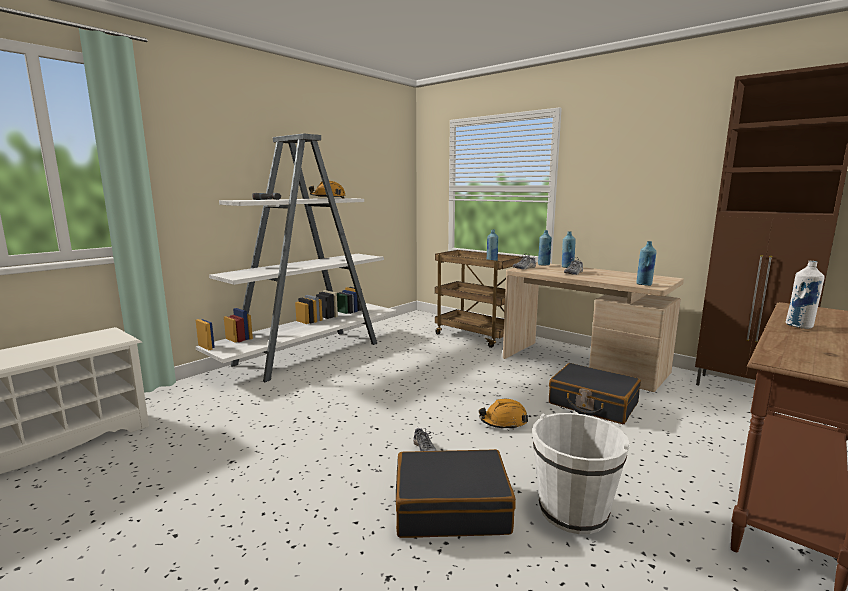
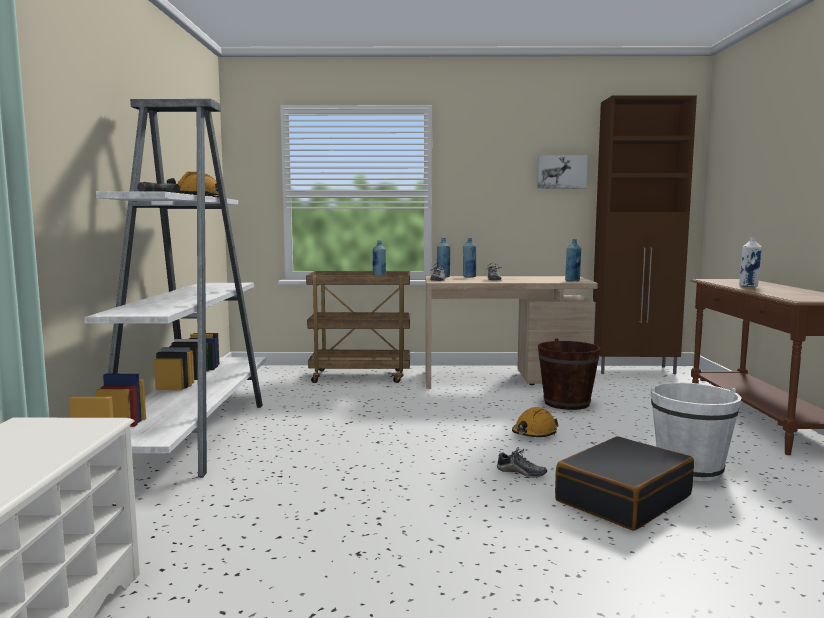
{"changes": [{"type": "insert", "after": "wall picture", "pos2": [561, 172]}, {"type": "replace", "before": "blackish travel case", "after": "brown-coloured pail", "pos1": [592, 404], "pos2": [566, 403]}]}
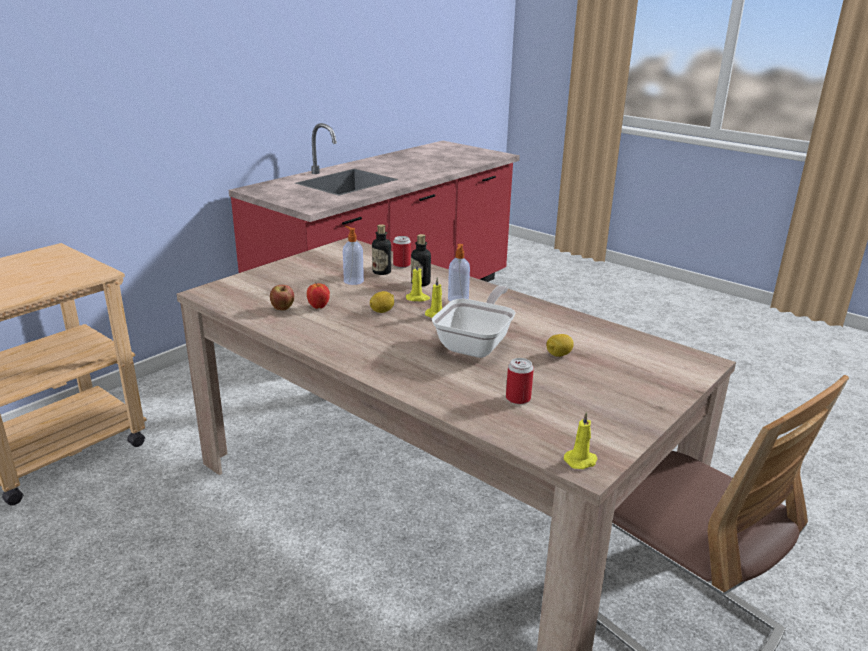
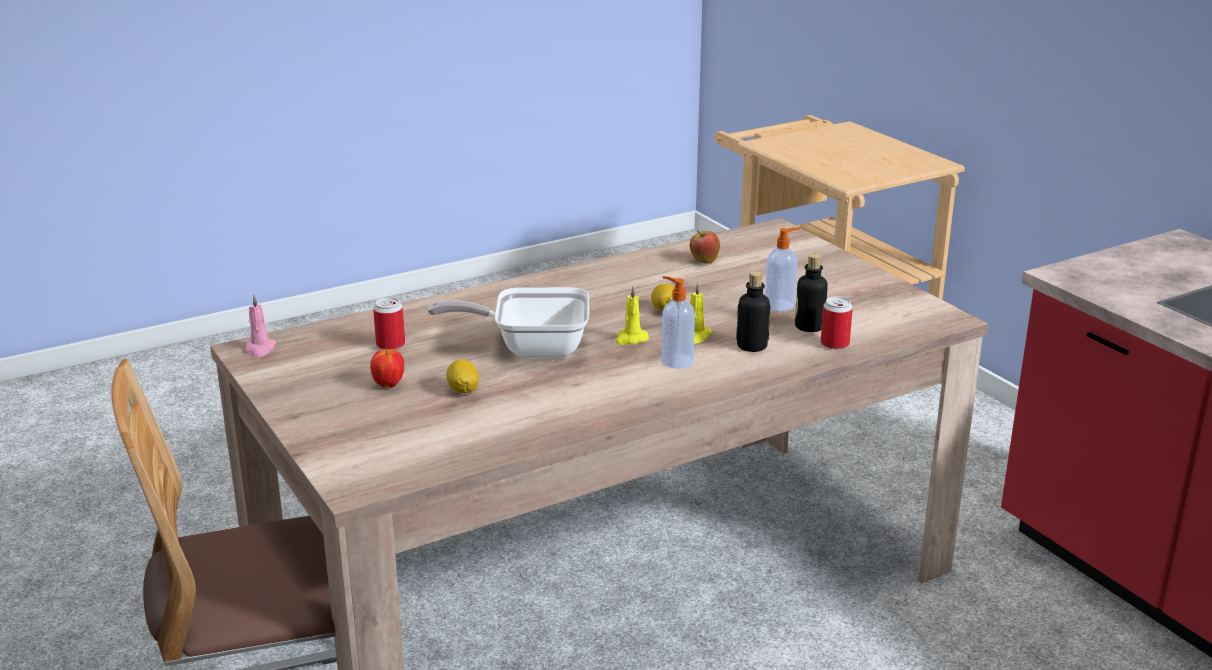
{"changes": [{"type": "move", "before": "whole apple", "pos1": [318, 307], "pos2": [388, 385]}, {"type": "recolor", "before": "yellow wax light", "after": "pinkish wax light", "pos1": [581, 461], "pos2": [260, 349]}, {"type": "rotate", "before": "pan", "pos1": [477, 344], "pos2": [531, 348], "turn": 135}]}
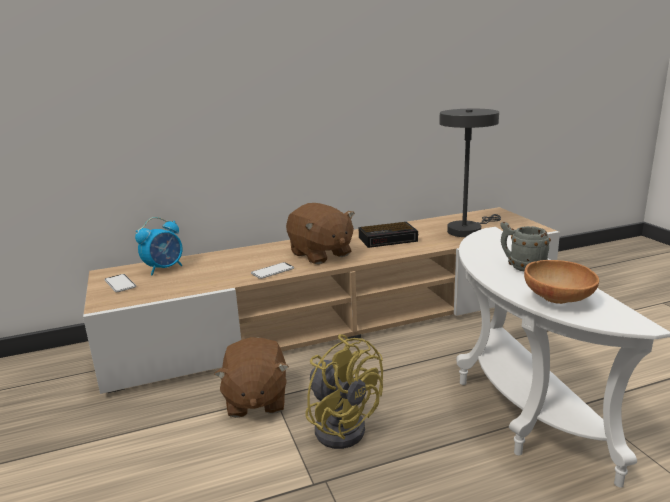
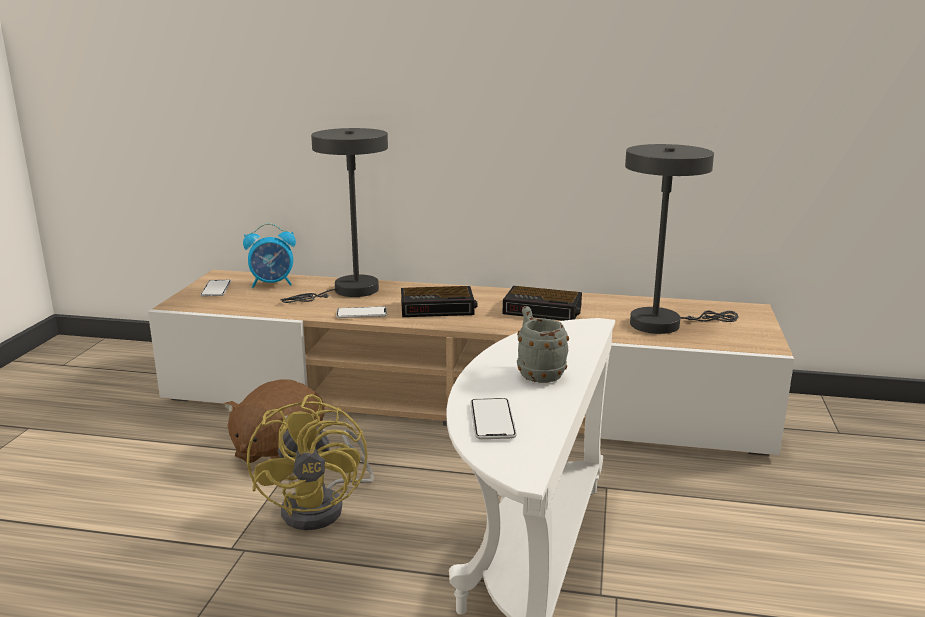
{"changes": [{"type": "insert", "after": "grey tabletop lamp", "pos2": [349, 291]}, {"type": "replace", "before": "brown-coloured soft toy", "after": "alarm clock", "pos1": [320, 254], "pos2": [439, 308]}, {"type": "replace", "before": "brown-coloured bowl", "after": "telephone", "pos1": [559, 301], "pos2": [492, 420]}]}
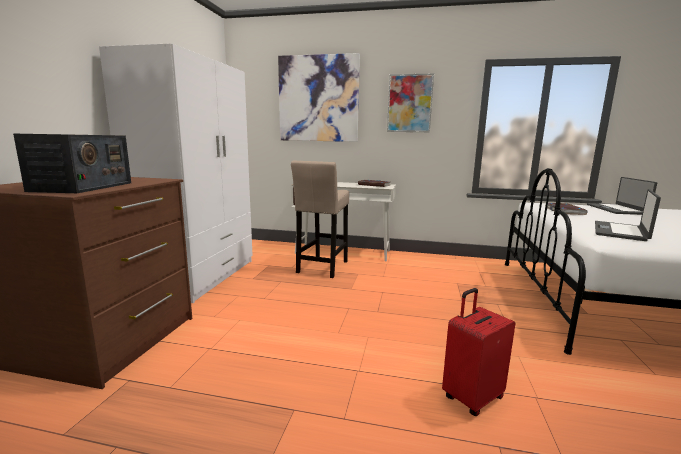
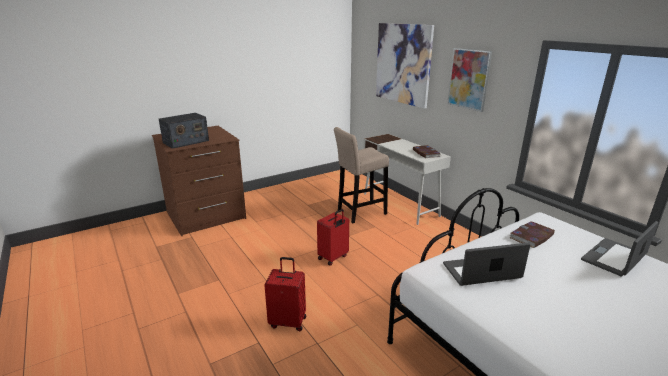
{"changes": [{"type": "delete", "before": "whitish armoire", "pos1": [200, 276]}, {"type": "insert", "after": "red travel case", "pos2": [333, 258]}]}
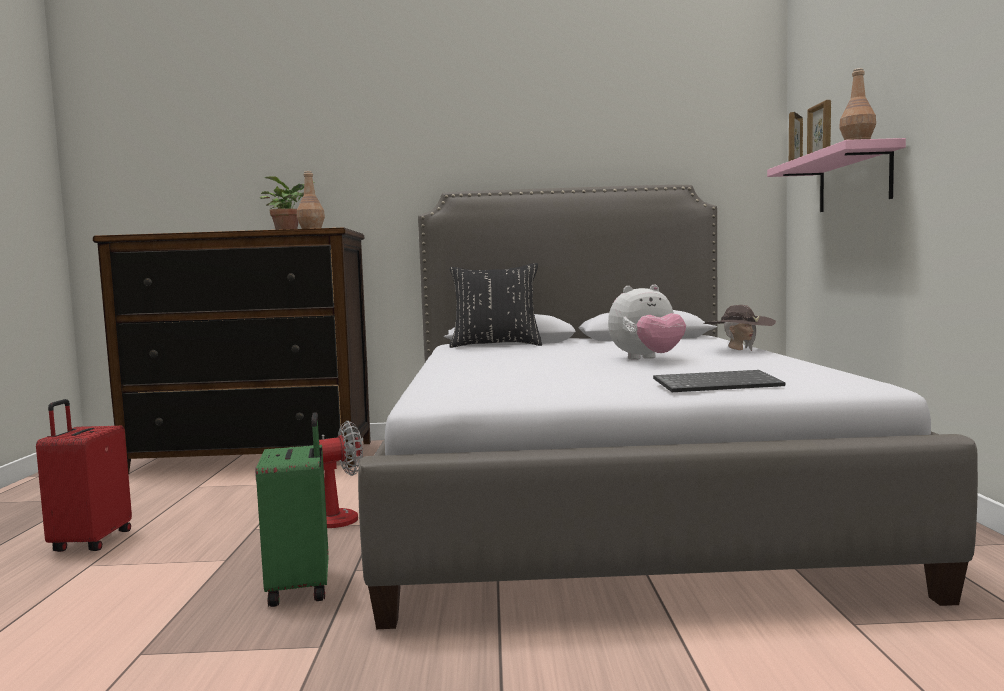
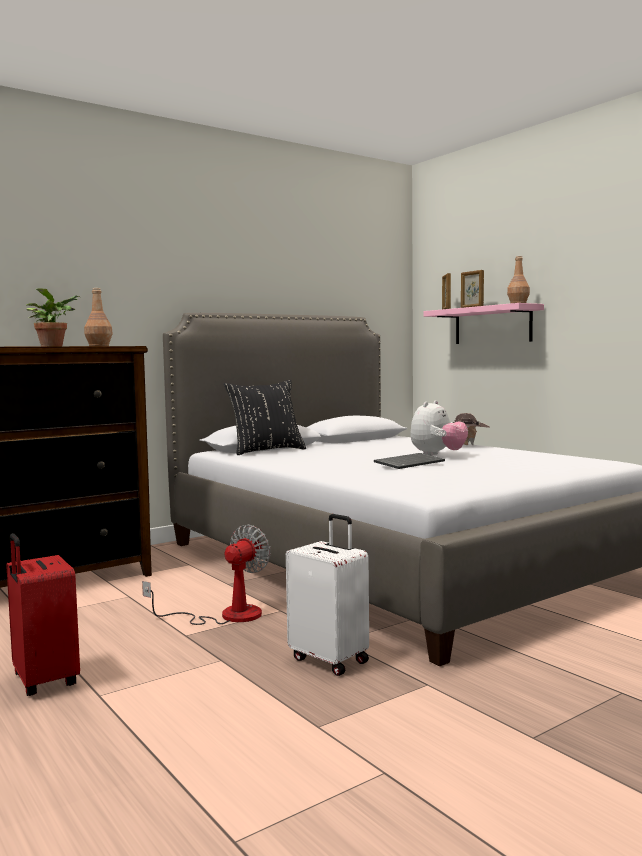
{"changes": [{"type": "move", "before": "keyboard", "pos1": [718, 384], "pos2": [409, 463]}, {"type": "recolor", "before": "green travel case", "after": "whitish travel case", "pos1": [302, 587], "pos2": [330, 659]}]}
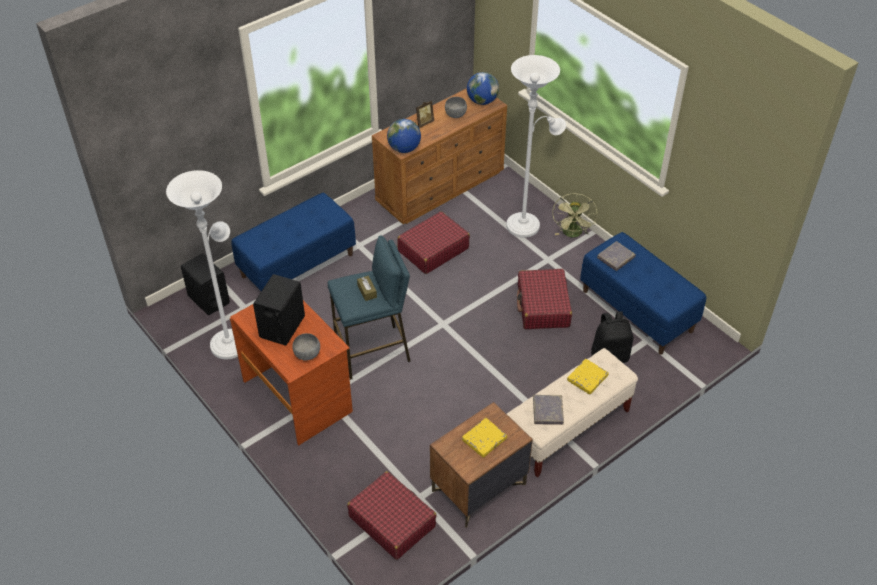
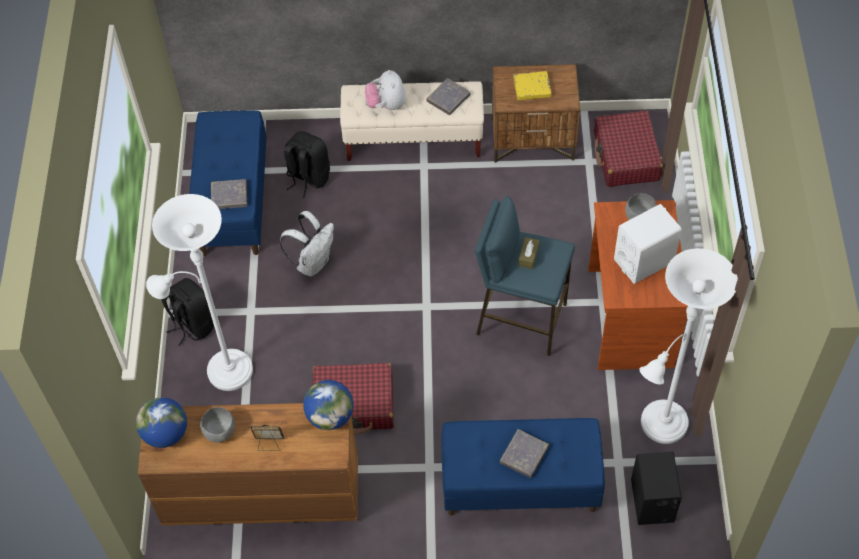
{"changes": [{"type": "insert", "after": "grey bound book", "pos2": [524, 455]}, {"type": "replace", "before": "red travel case", "after": "whitish knapsack", "pos1": [543, 306], "pos2": [313, 262]}, {"type": "replace", "before": "green electric fan", "after": "blackish knapsack", "pos1": [573, 234], "pos2": [192, 324]}, {"type": "replace", "before": "yellow bound book", "after": "soft toy", "pos1": [587, 378], "pos2": [386, 104]}, {"type": "recolor", "before": "blackish loudspeaker", "after": "whitish loudspeaker", "pos1": [282, 327], "pos2": [644, 261]}]}
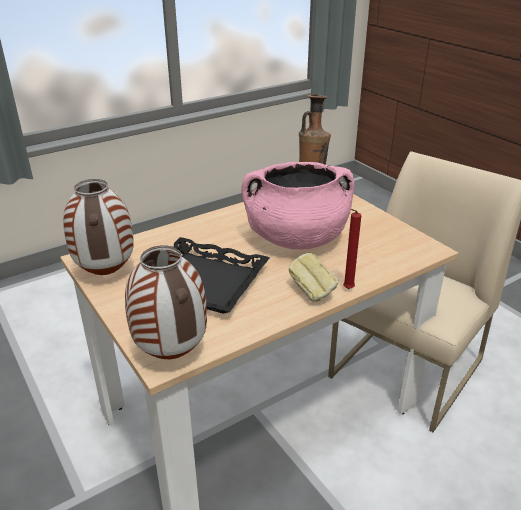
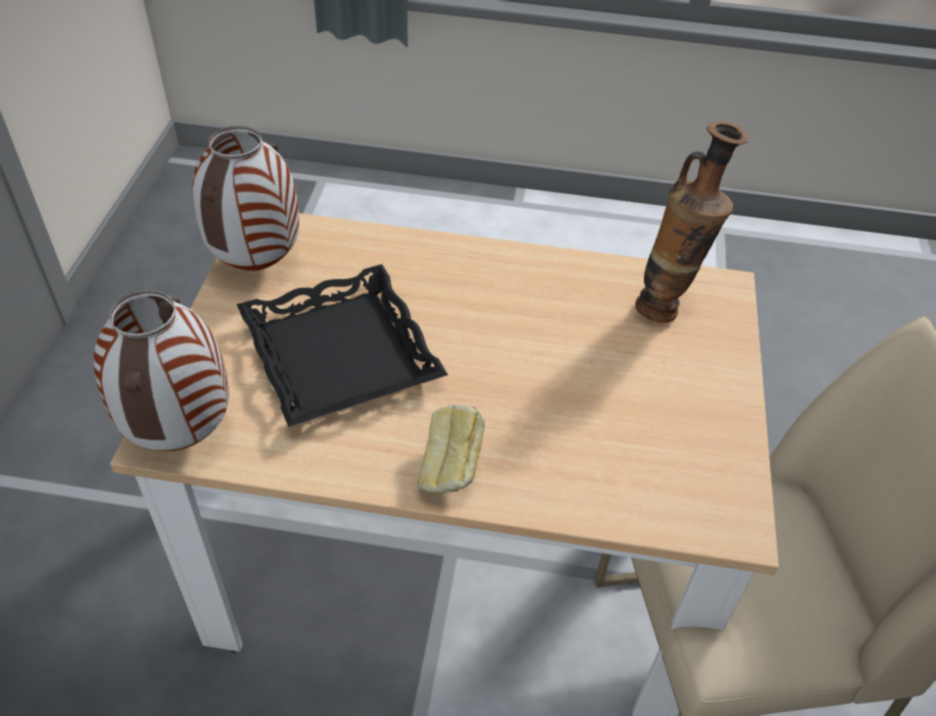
{"changes": [{"type": "delete", "before": "pinkish saucepot", "pos1": [296, 239]}, {"type": "delete", "before": "red wax light", "pos1": [347, 289]}]}
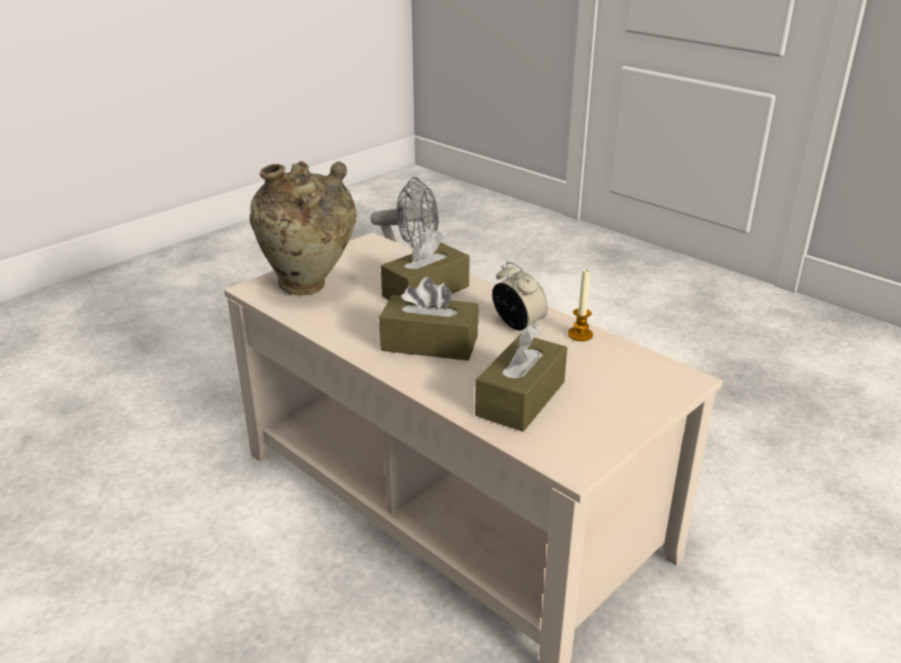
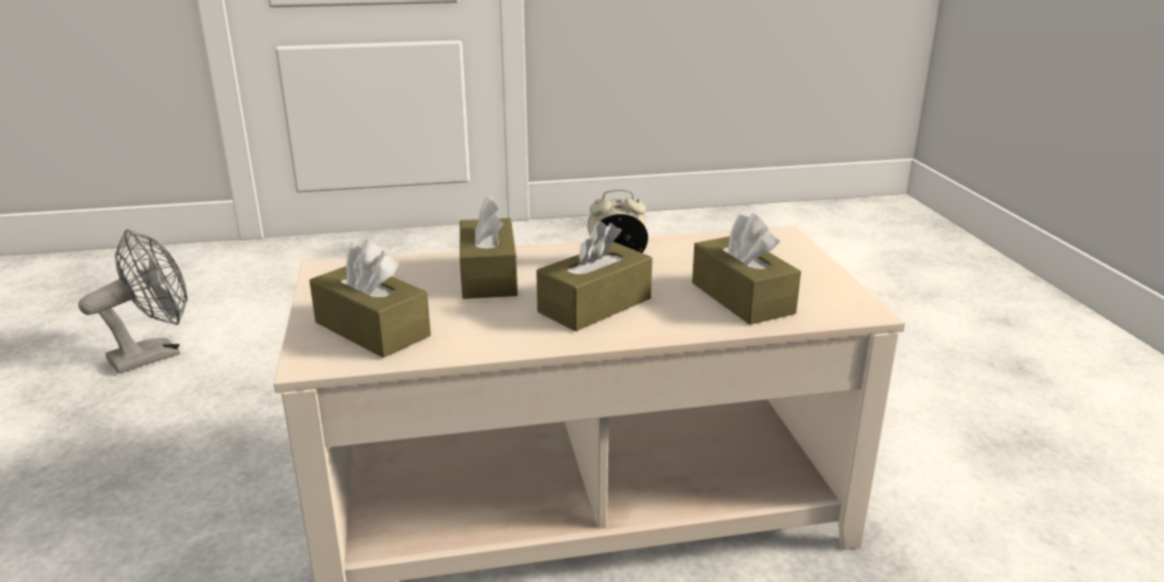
{"changes": [{"type": "delete", "before": "wax light", "pos1": [580, 335]}, {"type": "replace", "before": "sand-coloured decorative vase", "after": "brown-coloured tissue box", "pos1": [309, 287], "pos2": [372, 329]}]}
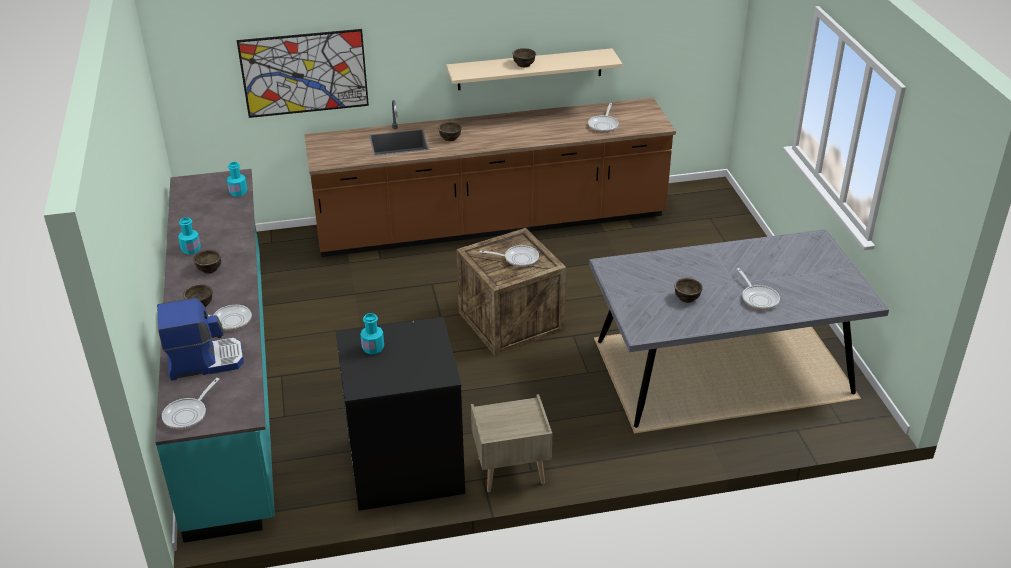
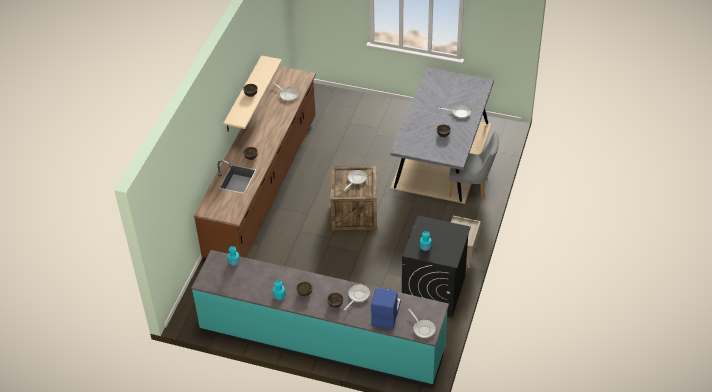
{"changes": [{"type": "delete", "before": "wall picture", "pos1": [304, 73]}, {"type": "insert", "after": "grey chair", "pos2": [471, 188]}]}
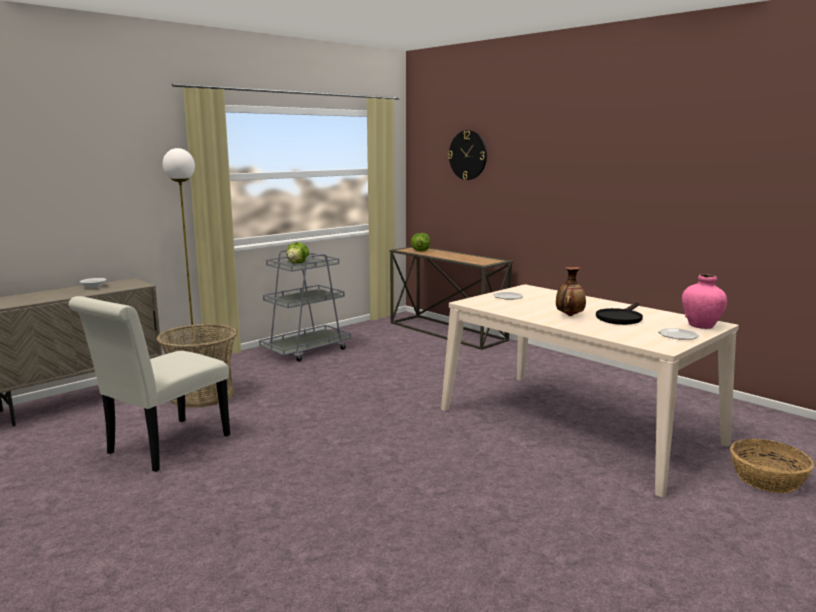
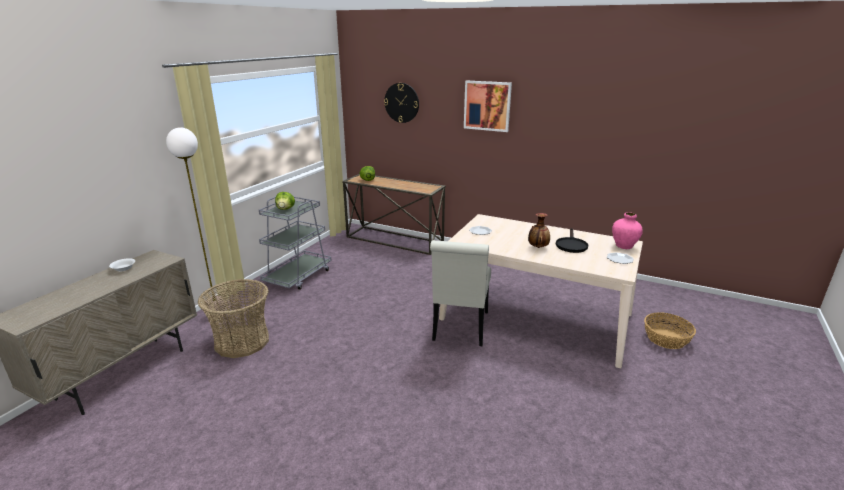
{"changes": [{"type": "insert", "after": "wall picture", "pos2": [487, 106]}, {"type": "move", "before": "whitish chair", "pos1": [163, 447], "pos2": [460, 329]}]}
